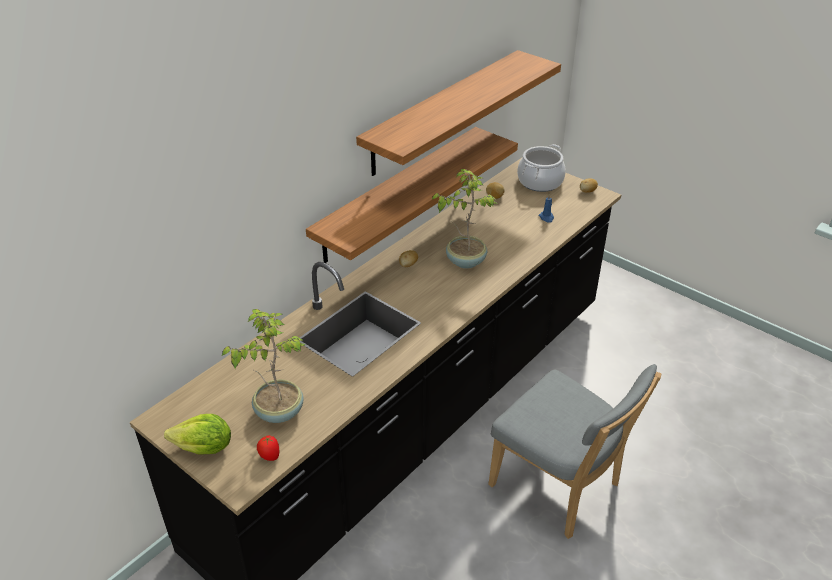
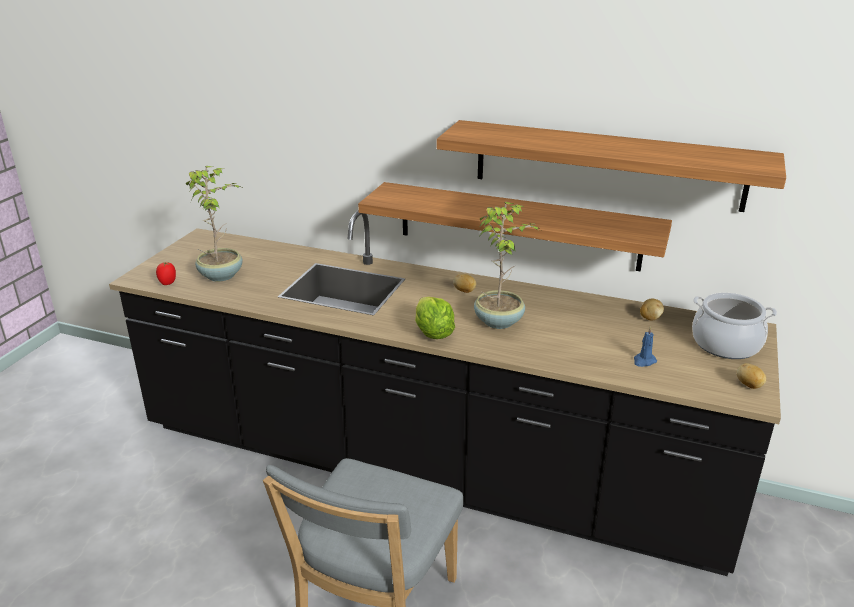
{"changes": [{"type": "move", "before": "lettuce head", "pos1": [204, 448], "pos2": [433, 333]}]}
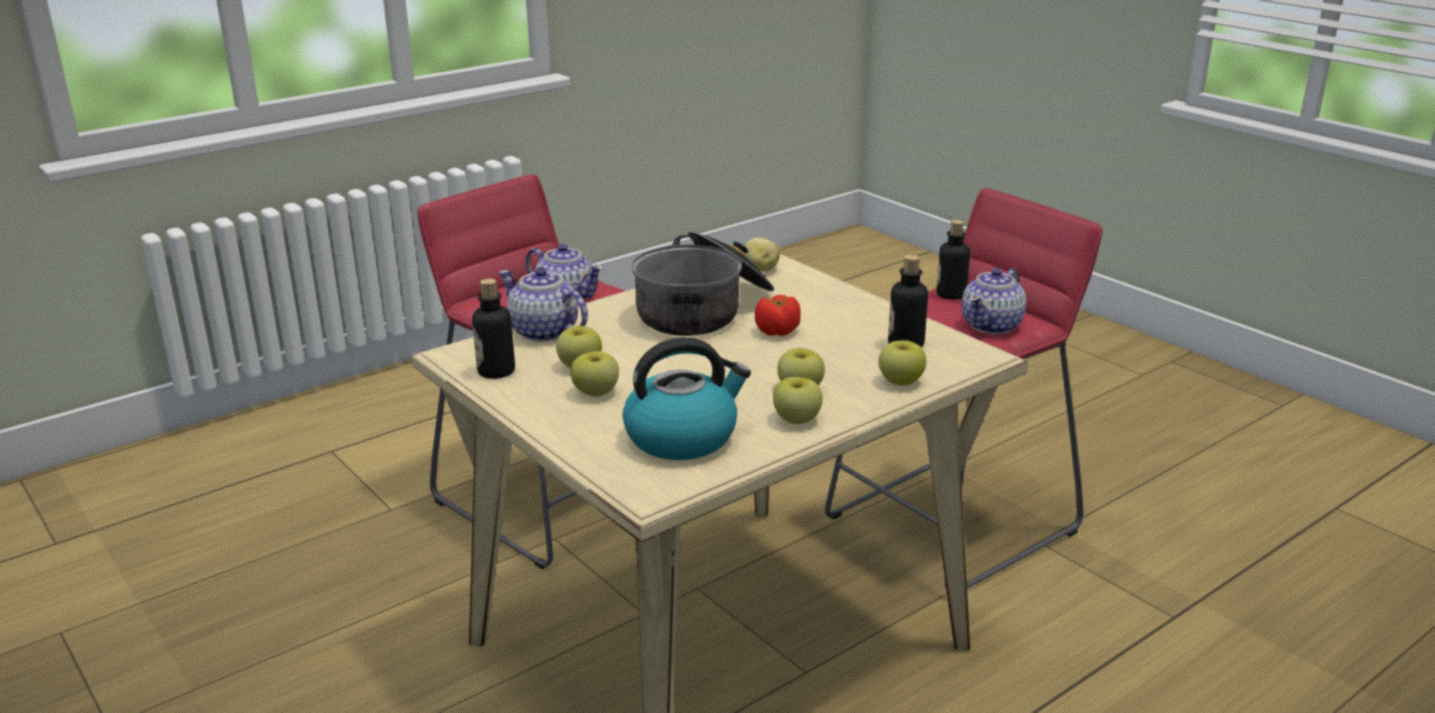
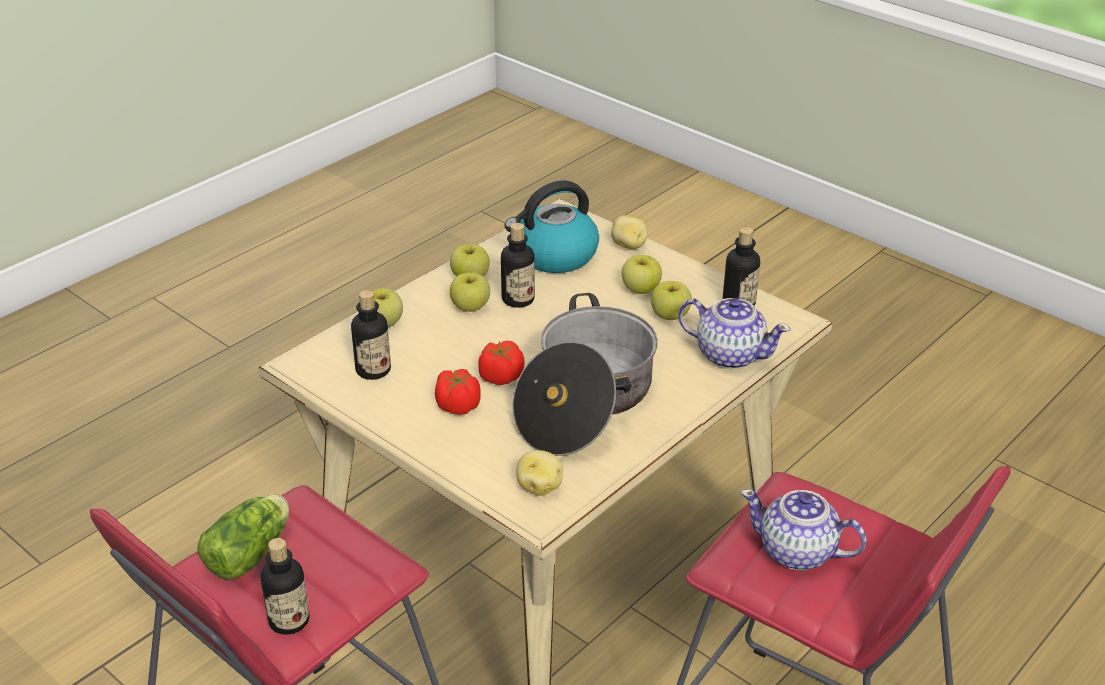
{"changes": [{"type": "insert", "after": "tomato", "pos2": [457, 406]}, {"type": "insert", "after": "bottle", "pos2": [518, 299]}, {"type": "insert", "after": "spud", "pos2": [628, 246]}, {"type": "replace", "before": "pot for tea", "after": "lettuce head", "pos1": [992, 325], "pos2": [252, 552]}]}
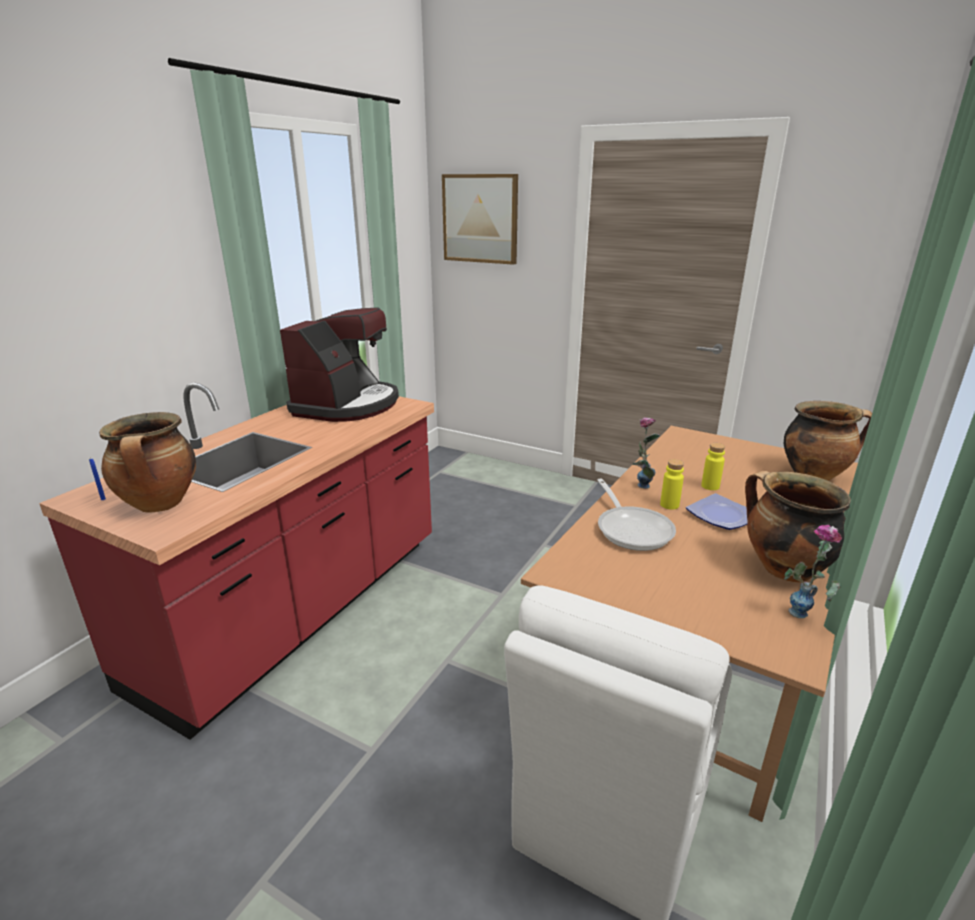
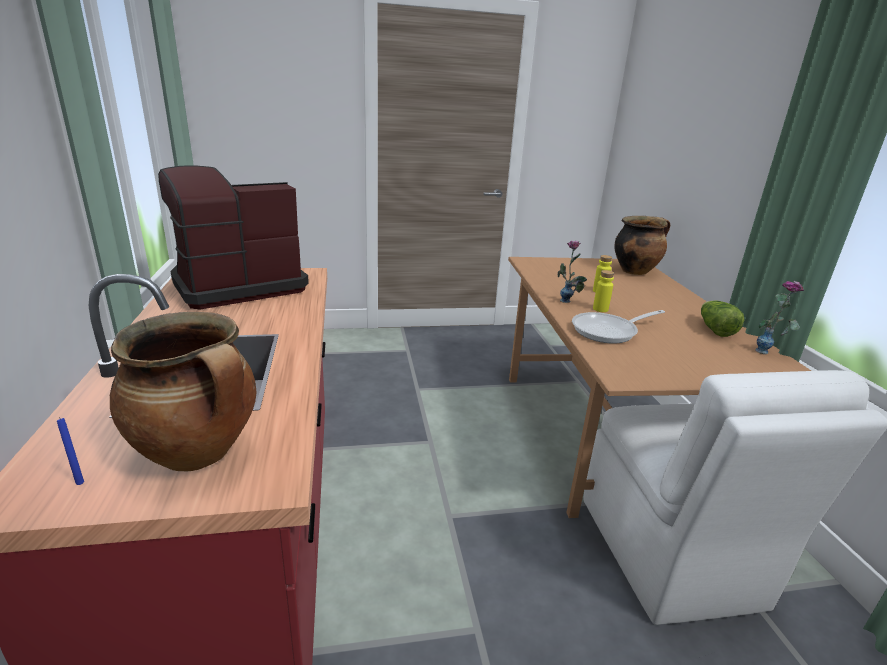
{"changes": [{"type": "delete", "before": "wall picture", "pos1": [480, 219]}, {"type": "delete", "before": "dinner plate", "pos1": [721, 516]}, {"type": "replace", "before": "saucepot", "after": "lettuce head", "pos1": [782, 569], "pos2": [714, 329]}, {"type": "rotate", "before": "coffee brewer", "pos1": [347, 405], "pos2": [237, 286], "turn": -105}, {"type": "rotate", "before": "pan", "pos1": [632, 529], "pos2": [609, 331], "turn": 120}]}
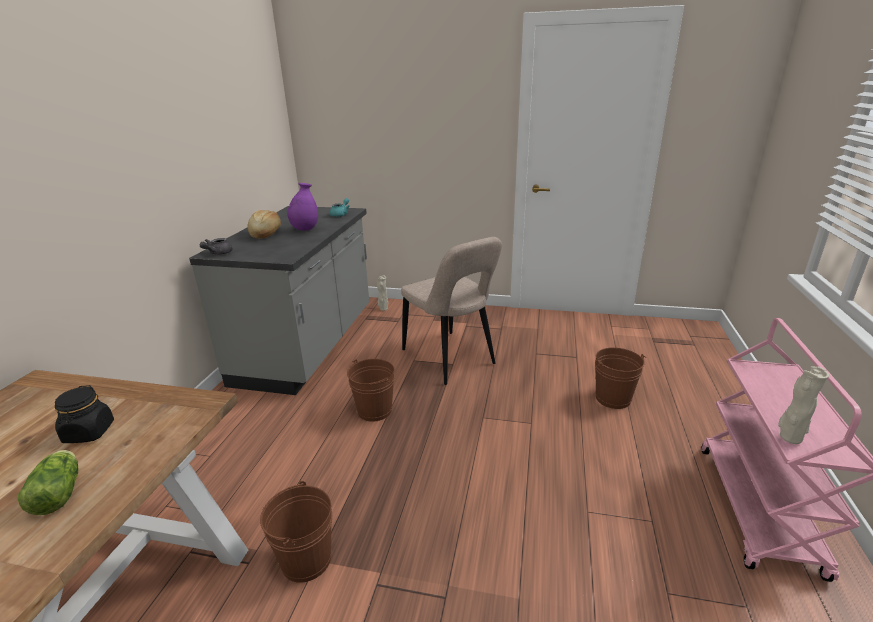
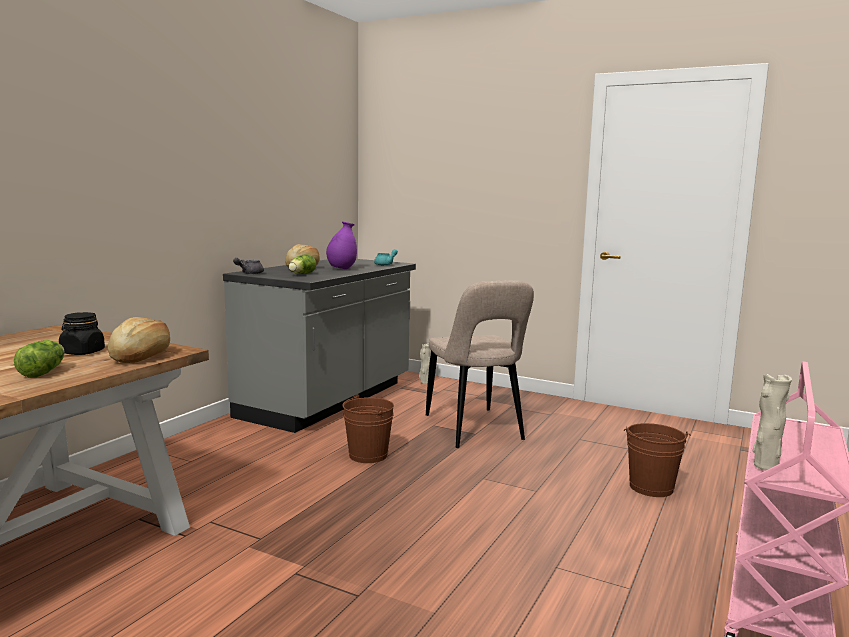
{"changes": [{"type": "delete", "before": "brown-coloured pail", "pos1": [306, 559]}, {"type": "insert", "after": "bakery bread", "pos2": [141, 356]}, {"type": "insert", "after": "lettuce head", "pos2": [301, 274]}]}
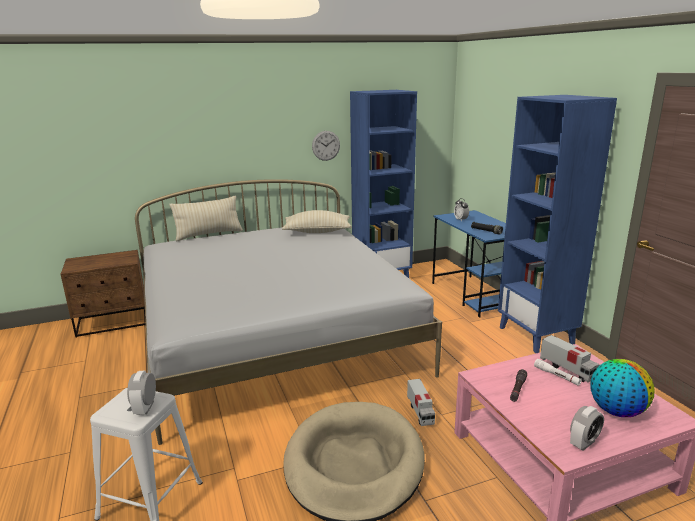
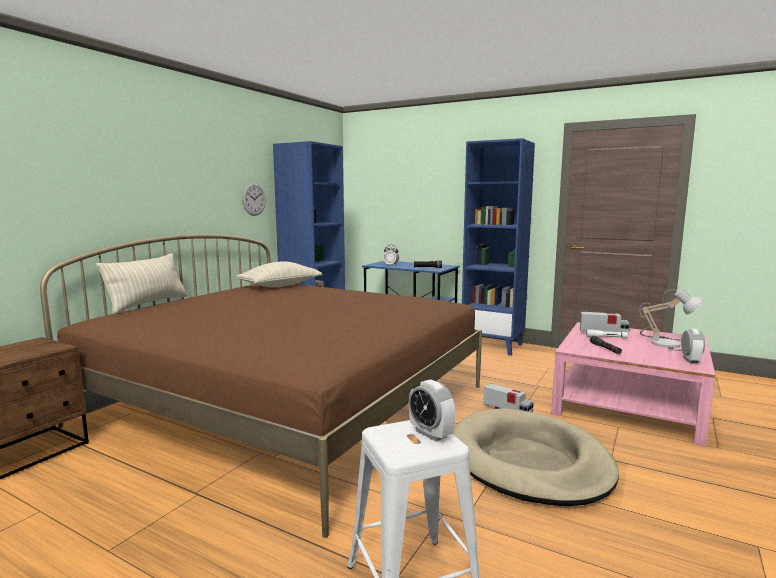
{"changes": [{"type": "replace", "before": "globe", "after": "tabletop lamp", "pos1": [616, 411], "pos2": [667, 343]}, {"type": "recolor", "before": "whitish bedroom bed", "after": "brown-coloured bedroom bed", "pos1": [275, 337], "pos2": [288, 405]}]}
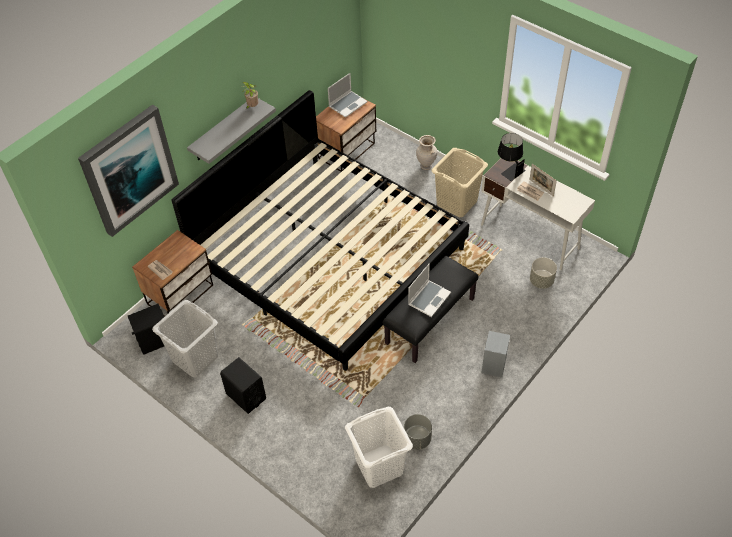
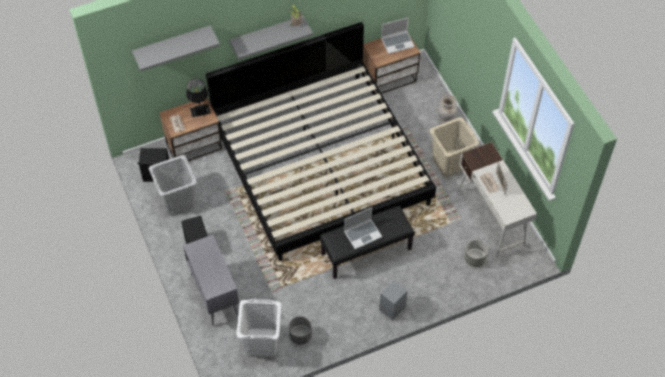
{"changes": [{"type": "insert", "after": "grey cupboard", "pos2": [214, 294]}, {"type": "move", "before": "blackish tabletop lamp", "pos1": [509, 169], "pos2": [199, 107]}, {"type": "replace", "before": "wall picture", "after": "grey bracket shelf", "pos1": [129, 170], "pos2": [172, 44]}]}
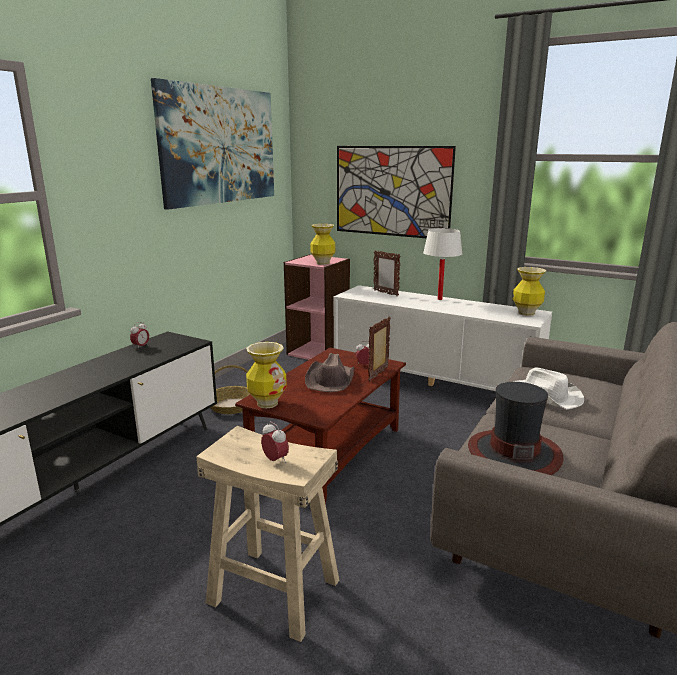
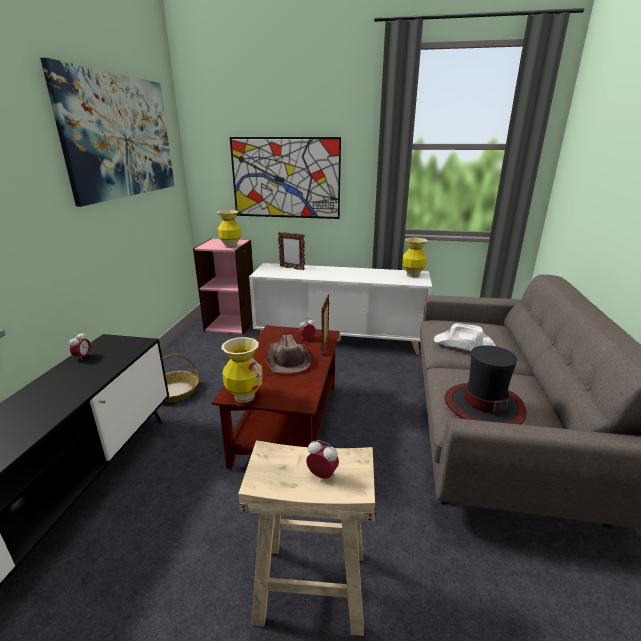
{"changes": [{"type": "delete", "before": "whitish tabletop lamp", "pos1": [440, 299]}]}
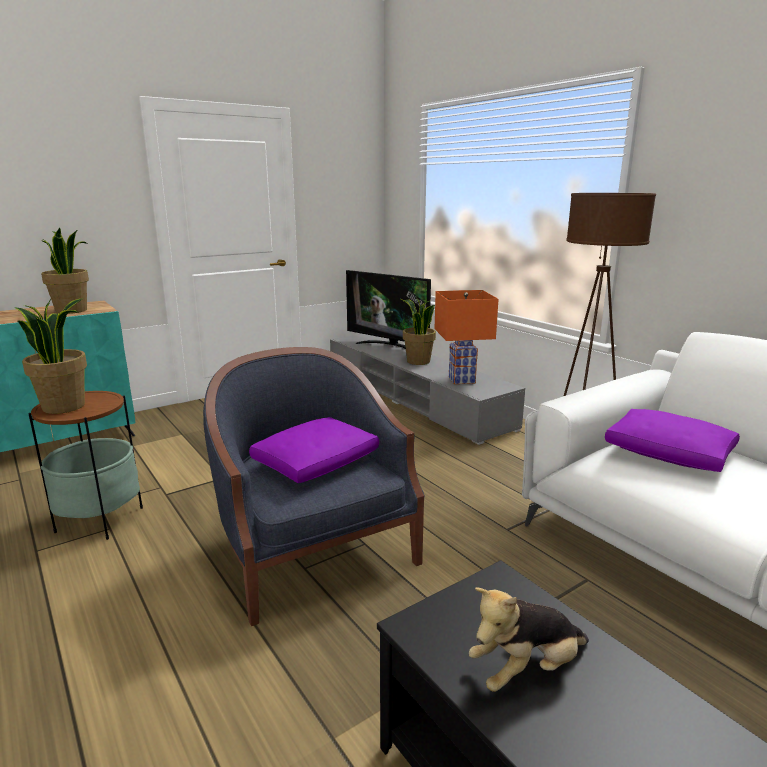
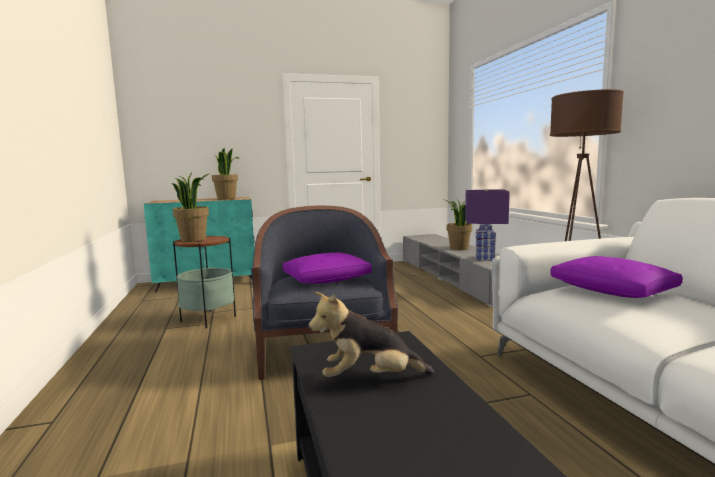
{"changes": [{"type": "delete", "before": "television", "pos1": [389, 346]}, {"type": "recolor", "before": "orange-coloured tabletop lamp", "after": "purple tabletop lamp", "pos1": [462, 380], "pos2": [485, 258]}]}
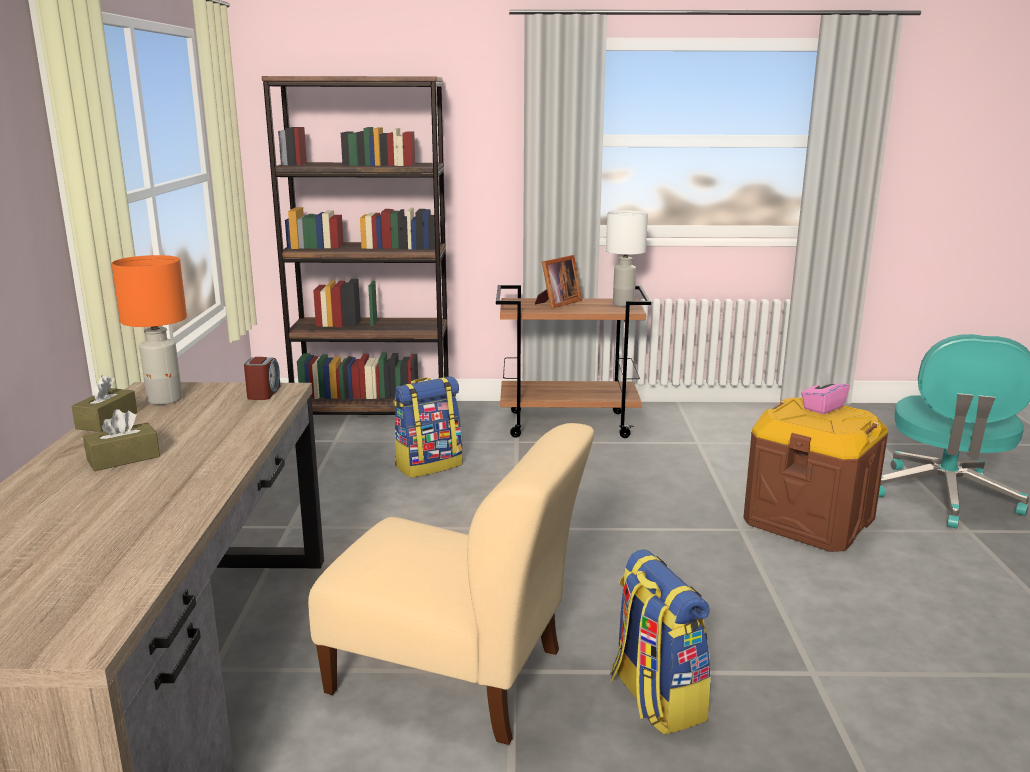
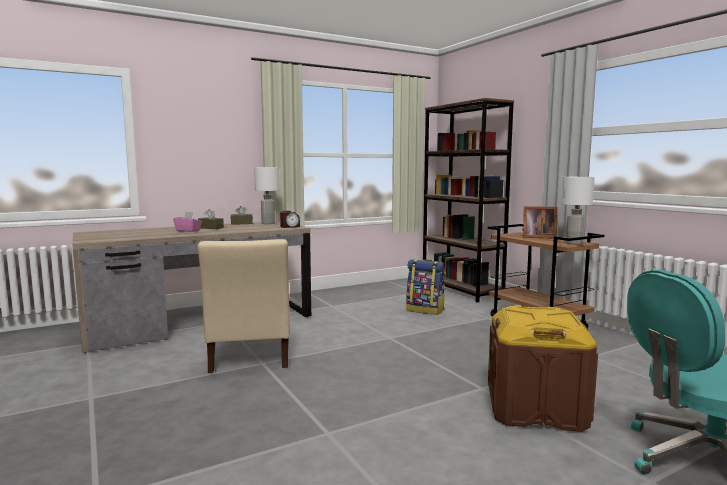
{"changes": [{"type": "delete", "before": "knapsack", "pos1": [655, 699]}, {"type": "move", "before": "pinkish tissue box", "pos1": [822, 408], "pos2": [188, 230]}, {"type": "recolor", "before": "orange-coloured tabletop lamp", "after": "whitish tabletop lamp", "pos1": [165, 400], "pos2": [268, 223]}]}
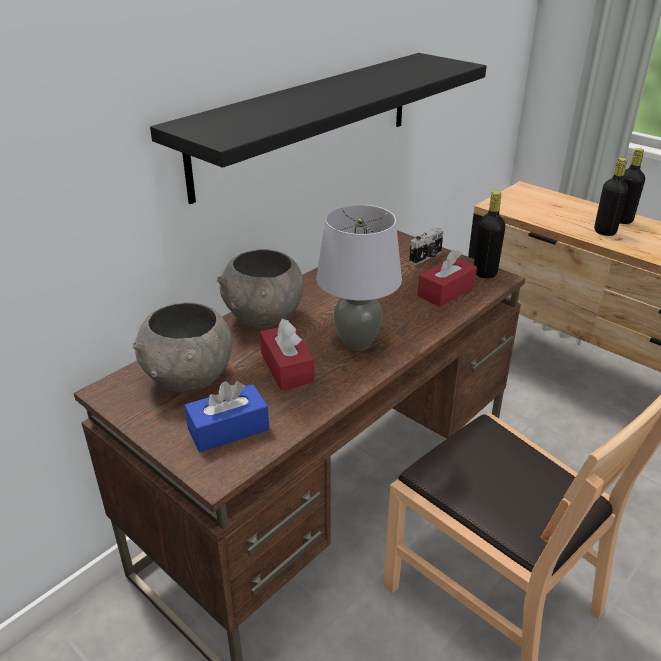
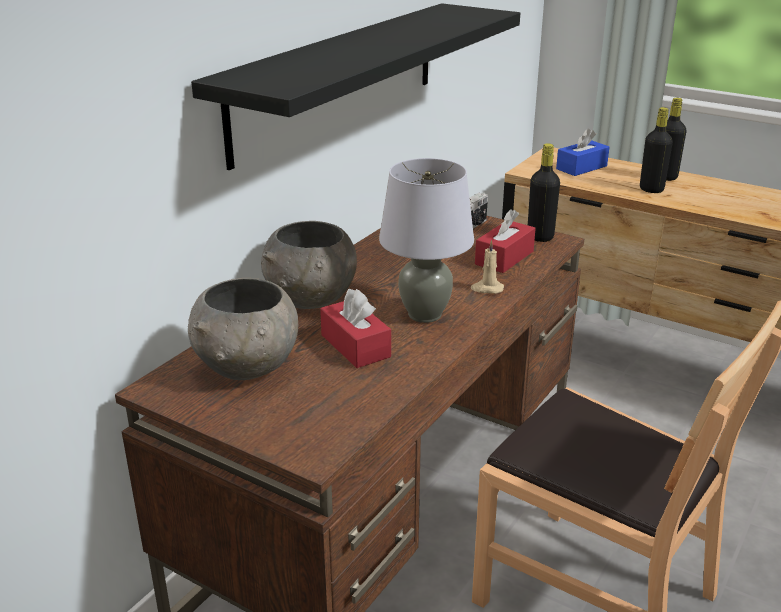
{"changes": [{"type": "insert", "after": "sand-coloured wax light", "pos2": [487, 288]}, {"type": "move", "before": "bluish tissue box", "pos1": [228, 429], "pos2": [581, 167]}]}
